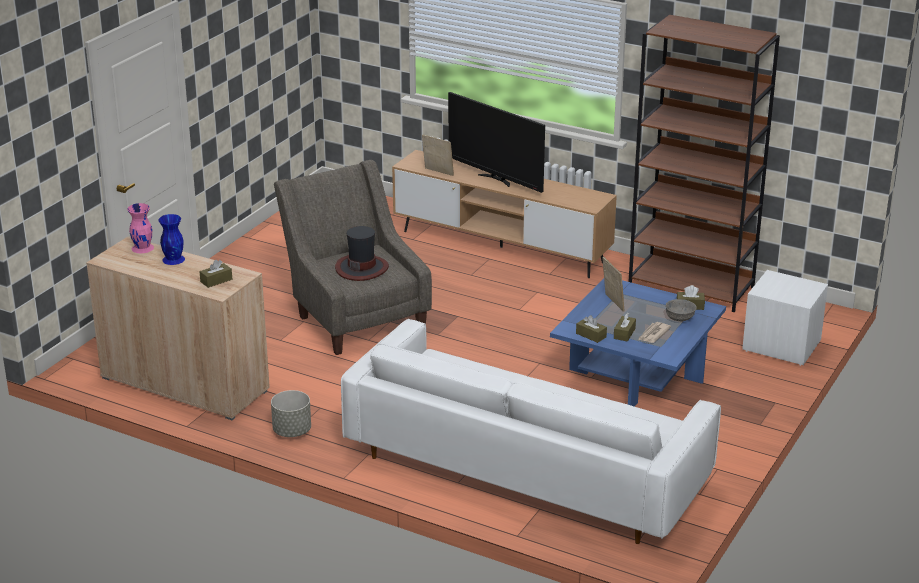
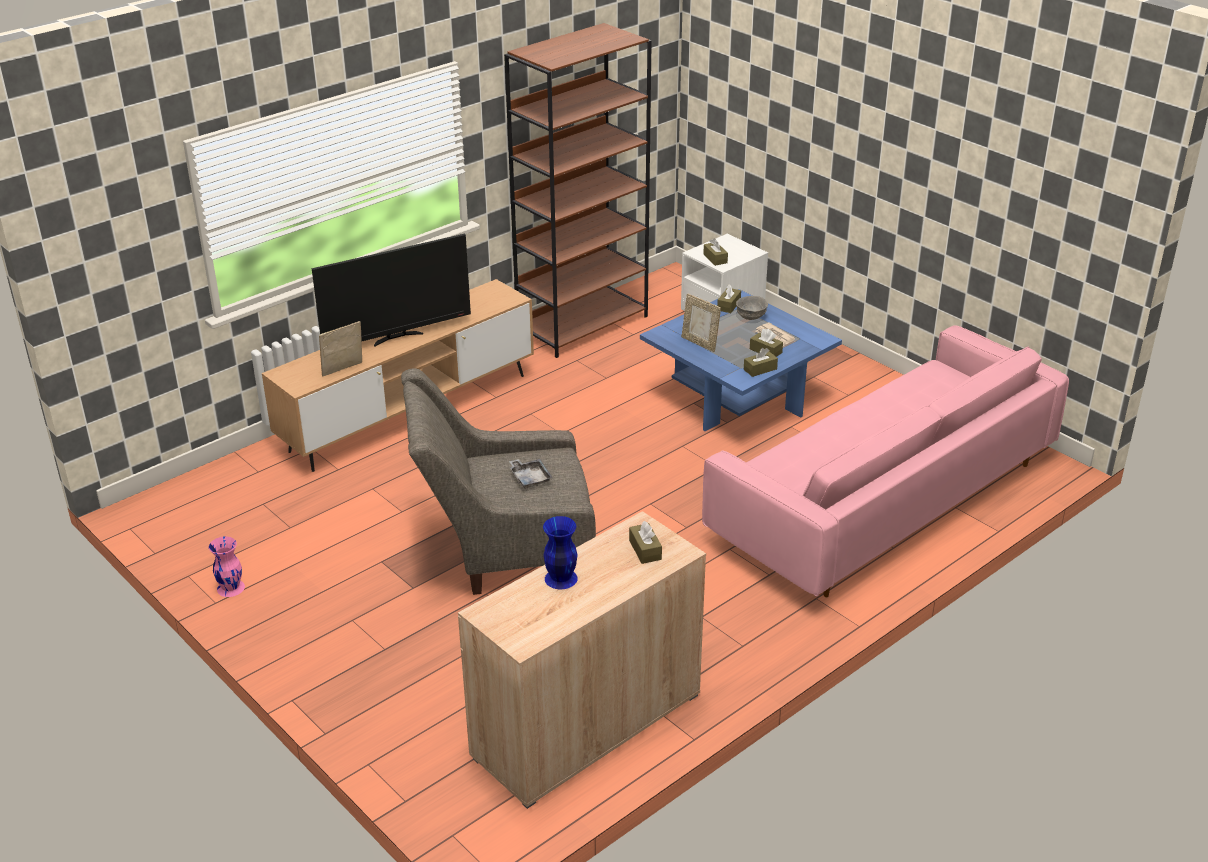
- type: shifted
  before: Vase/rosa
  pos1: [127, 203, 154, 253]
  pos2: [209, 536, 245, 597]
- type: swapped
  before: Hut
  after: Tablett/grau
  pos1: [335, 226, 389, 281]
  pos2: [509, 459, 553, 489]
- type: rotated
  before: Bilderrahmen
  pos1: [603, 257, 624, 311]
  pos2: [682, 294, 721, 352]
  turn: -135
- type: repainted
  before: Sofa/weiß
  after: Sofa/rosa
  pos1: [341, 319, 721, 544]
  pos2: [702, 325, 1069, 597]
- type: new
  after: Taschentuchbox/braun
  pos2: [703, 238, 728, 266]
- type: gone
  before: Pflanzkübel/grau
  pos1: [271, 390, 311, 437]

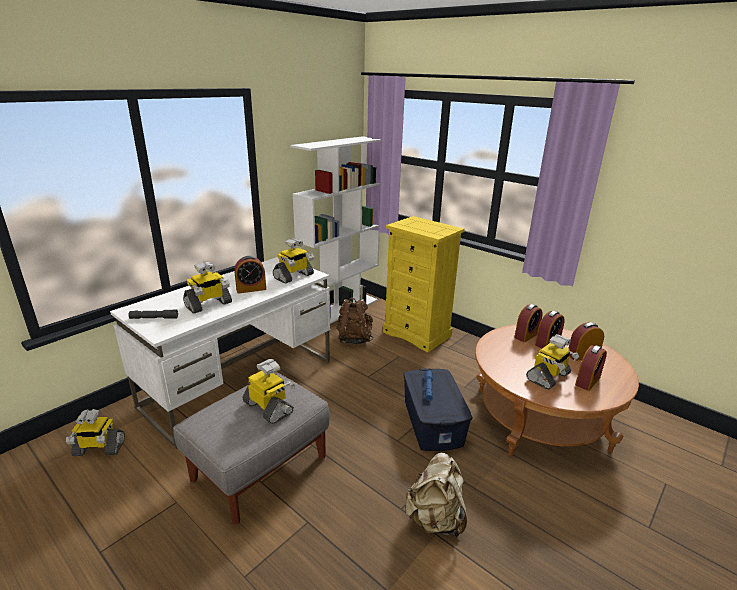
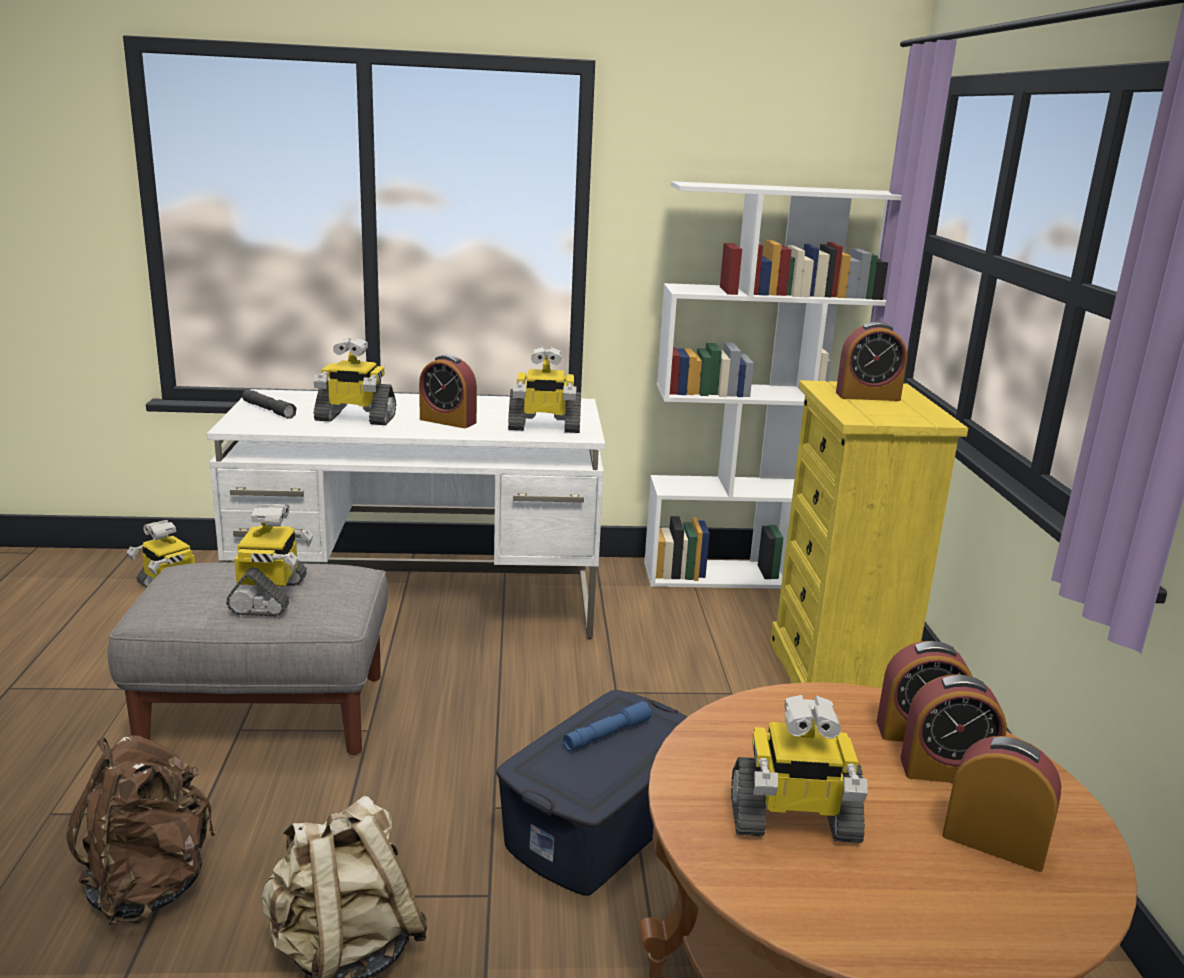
- type: shifted
  before: Rucksack/braun
  pos1: [337, 297, 373, 344]
  pos2: [66, 735, 215, 925]
- type: shifted
  before: Wecker
  pos1: [575, 345, 607, 391]
  pos2: [836, 322, 907, 401]

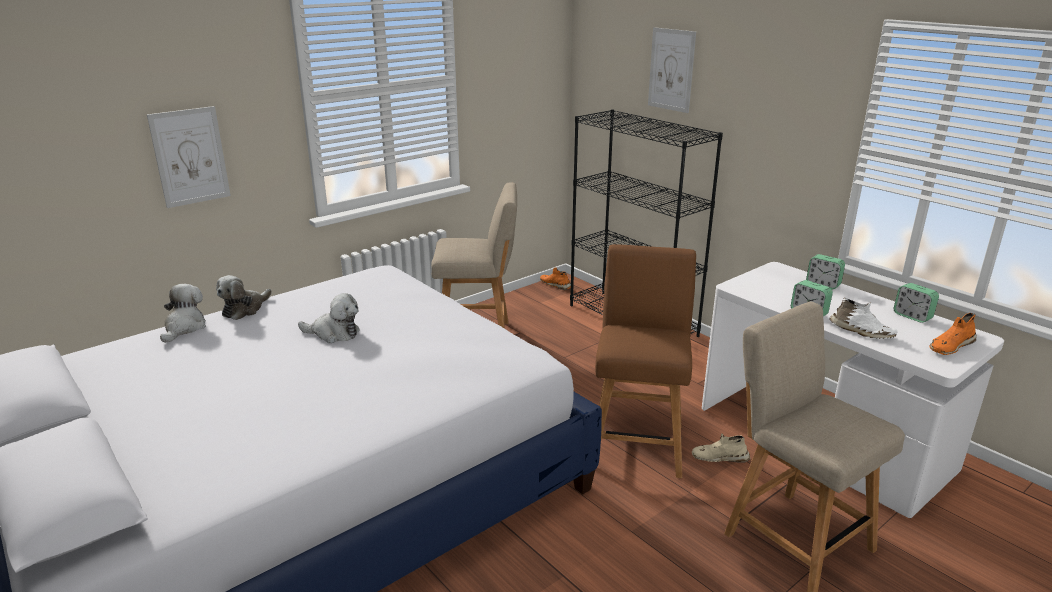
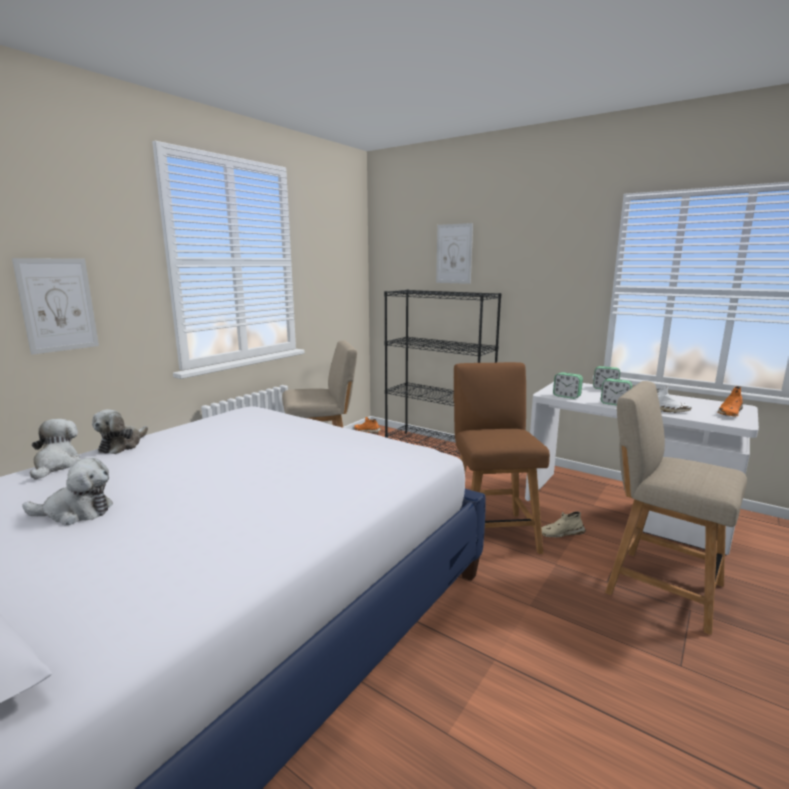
- type: shifted
  before: Plüschtier
  pos1: [298, 293, 360, 343]
  pos2: [22, 458, 113, 526]
- type: shifted
  before: Wecker
  pos1: [894, 283, 939, 323]
  pos2: [553, 372, 583, 399]

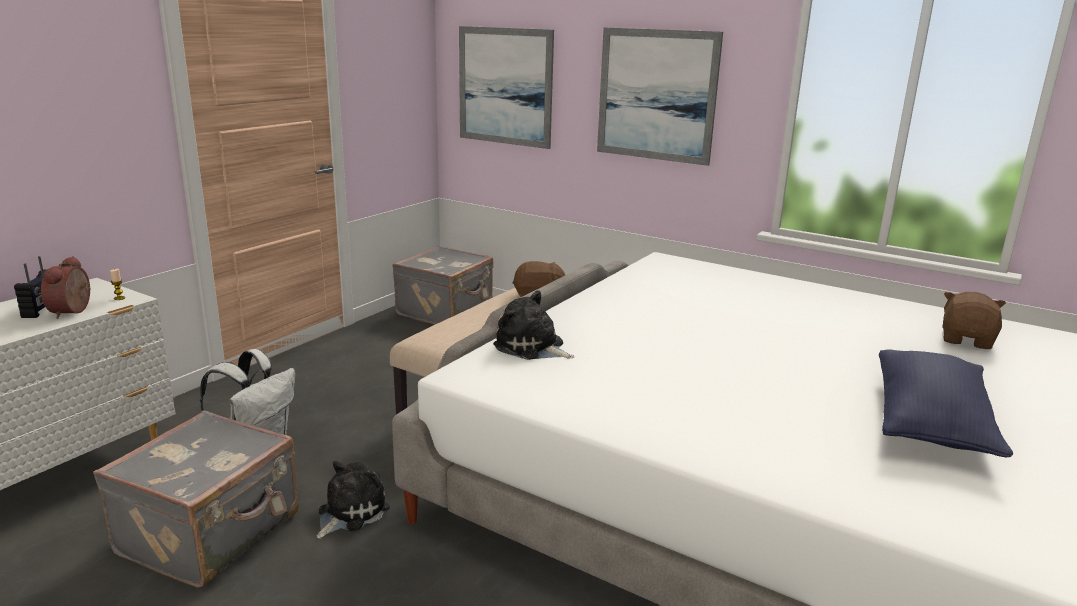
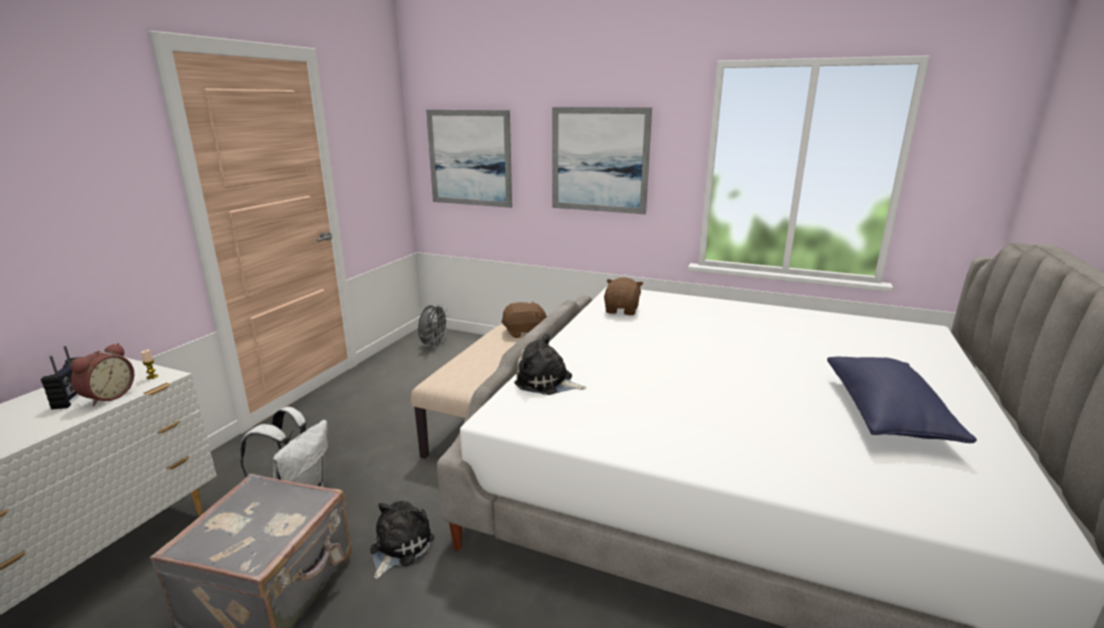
- type: rotated
  before: Wecker
  pos1: [41, 256, 91, 319]
  pos2: [70, 343, 134, 406]
  turn: -150
- type: swapped
  before: Koffer/grau
  after: Ventilator/grau
  pos1: [392, 246, 493, 324]
  pos2: [418, 304, 449, 348]
- type: shifted
  before: Plüschtier/braun
  pos1: [942, 292, 1006, 349]
  pos2: [604, 277, 644, 315]

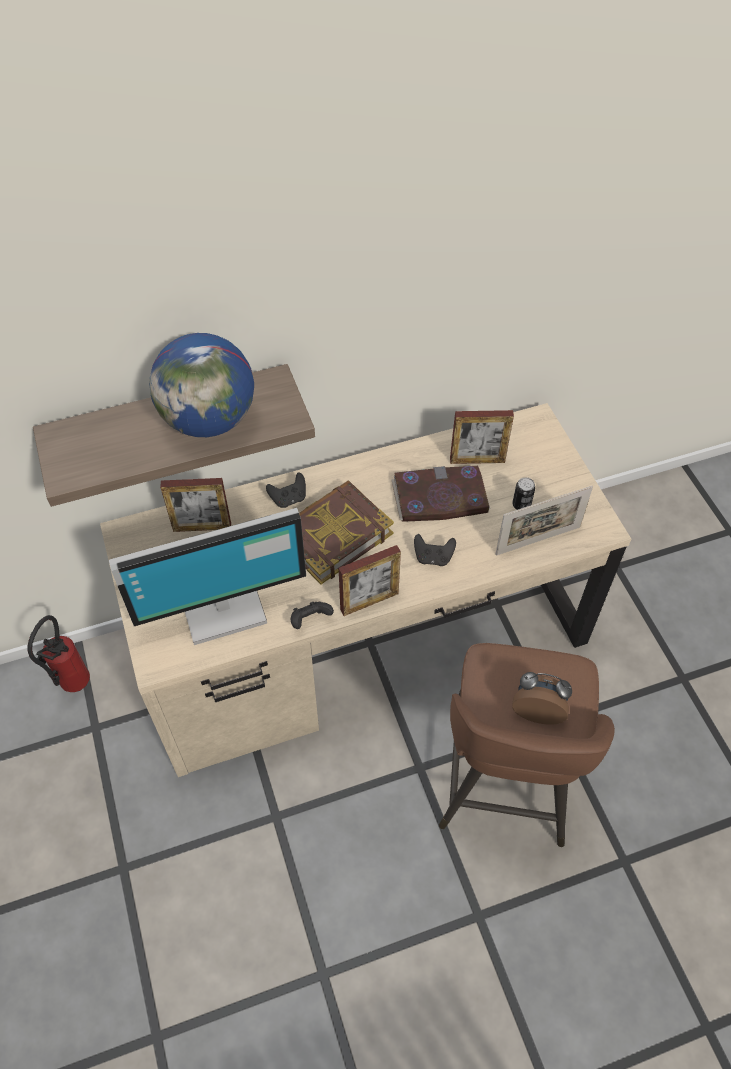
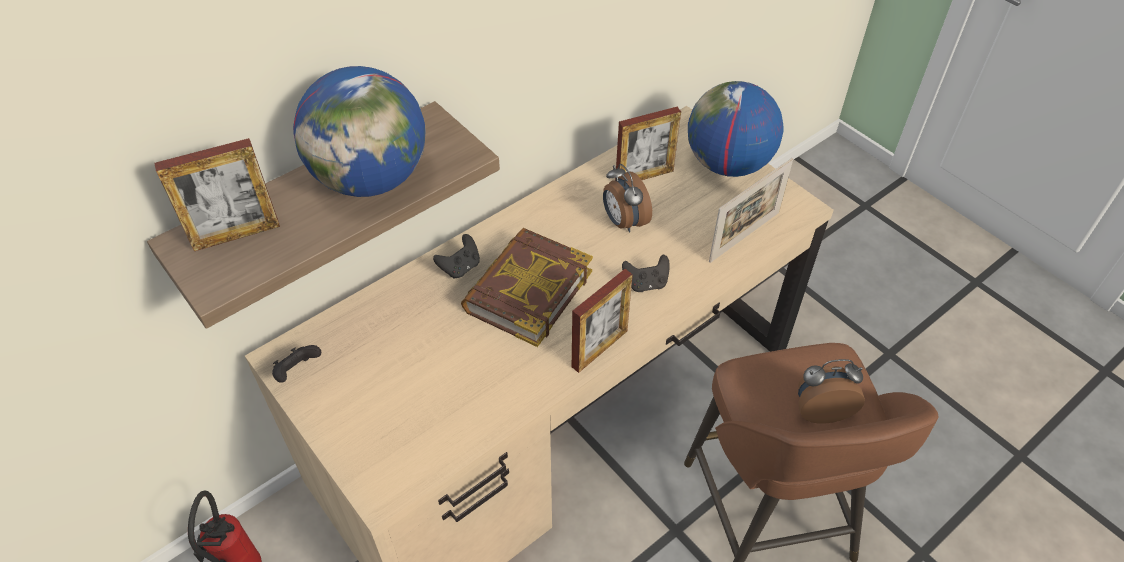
- type: shifted
  before: Bilderrahmen
  pos1: [160, 478, 231, 532]
  pos2: [154, 138, 280, 251]
- type: shifted
  before: Gamepad/schwarz
  pos1: [291, 602, 334, 629]
  pos2: [272, 345, 321, 383]
- type: swapped
  before: Buch
  after: Wecker
  pos1: [391, 466, 490, 522]
  pos2: [603, 164, 652, 233]
- type: new
  after: Globus
  pos2: [688, 81, 783, 177]
- type: gone
  before: Monitor
  pos1: [109, 508, 306, 645]
- type: gone
  before: Dose
  pos1: [512, 477, 535, 510]

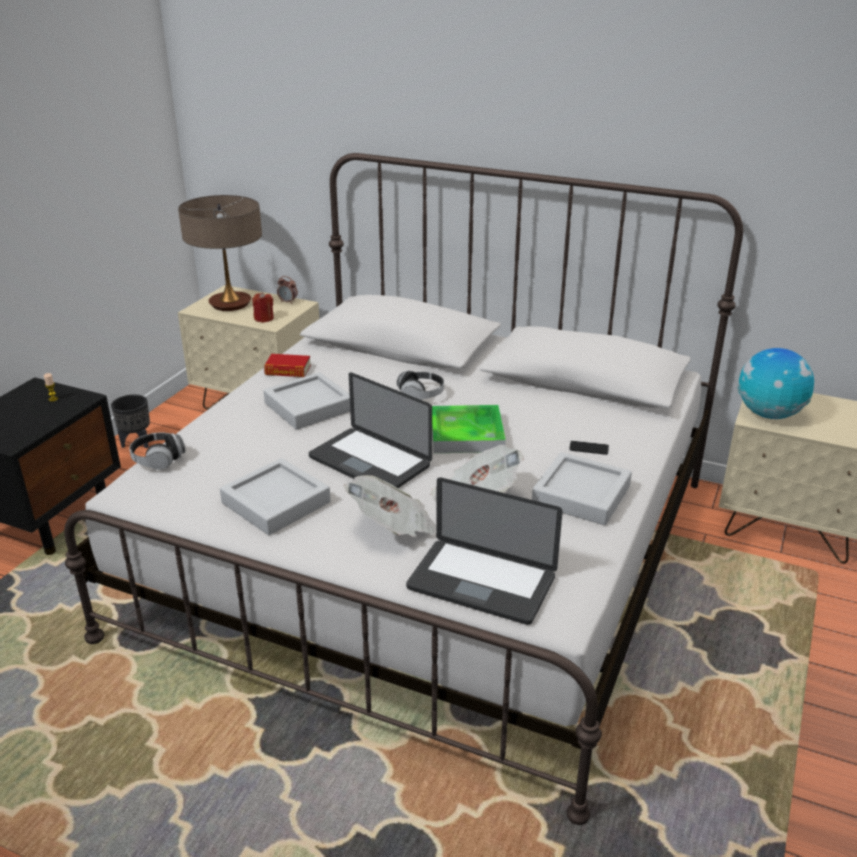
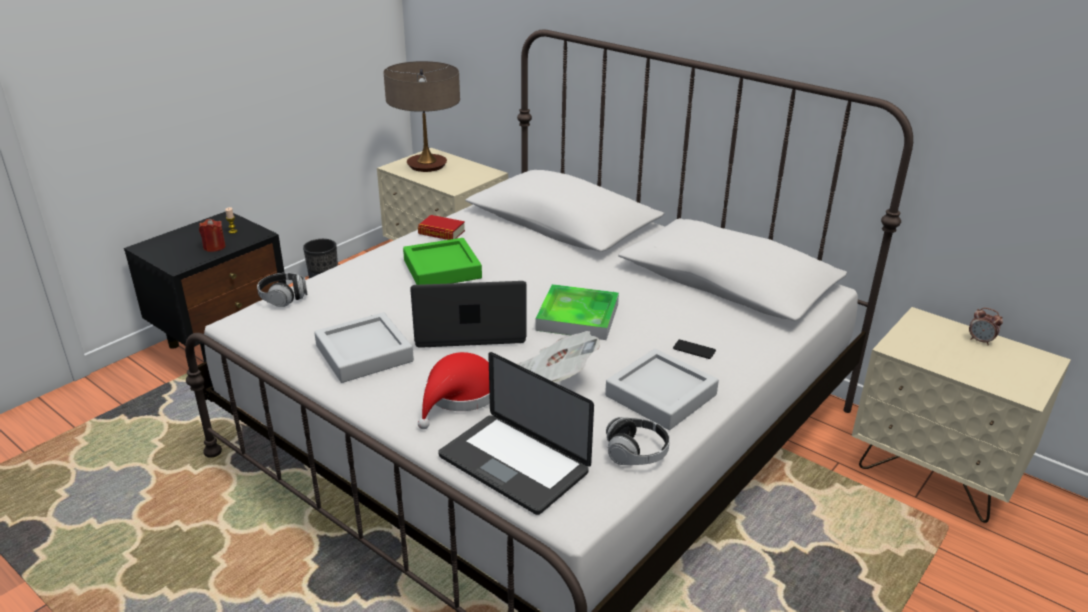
- type: shifted
  before: Kerze/rot
  pos1: [252, 292, 274, 323]
  pos2: [199, 219, 226, 252]
- type: repainted
  before: Tablett/grau
  after: Tablett/grün
  pos1: [264, 372, 350, 430]
  pos2: [403, 238, 482, 285]
- type: rotated
  before: Laptop
  pos1: [309, 372, 432, 488]
  pos2: [410, 281, 527, 348]
  turn: 120
- type: swapped
  before: Zeitung
  after: Hut/rot
  pos1: [344, 475, 436, 537]
  pos2: [418, 352, 490, 429]
- type: shifted
  before: Kopfhörer
  pos1: [397, 371, 444, 400]
  pos2: [606, 417, 670, 465]
- type: shifted
  before: Wecker
  pos1: [277, 276, 298, 303]
  pos2: [969, 308, 1003, 345]
- type: gone
  before: Globus
  pos1: [738, 348, 814, 419]

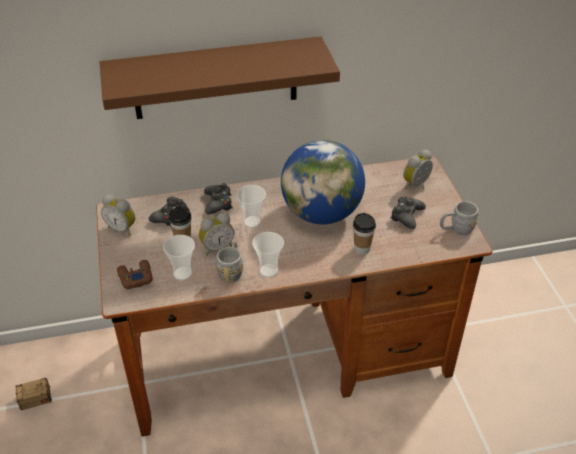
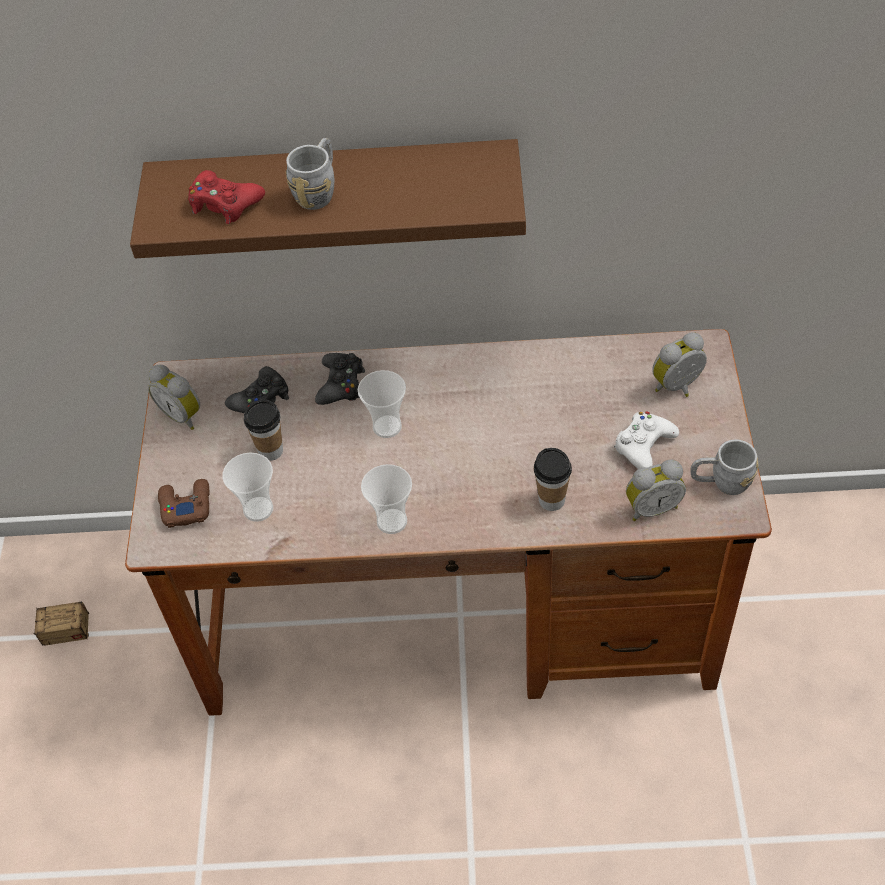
- type: new
  after: Gamepad/rot
  pos2: [188, 170, 265, 224]
- type: shifted
  before: Henkelbecher/grau
  pos1: [216, 242, 243, 283]
  pos2: [286, 138, 335, 210]
- type: repainted
  before: Gamepad/schwarz
  after: Gamepad/weiß
  pos1: [390, 196, 426, 229]
  pos2: [614, 412, 679, 469]
- type: shifted
  before: Wecker
  pos1: [199, 213, 234, 255]
  pos2: [626, 459, 686, 521]
- type: gone
  before: Globus
  pos1: [281, 140, 365, 224]

